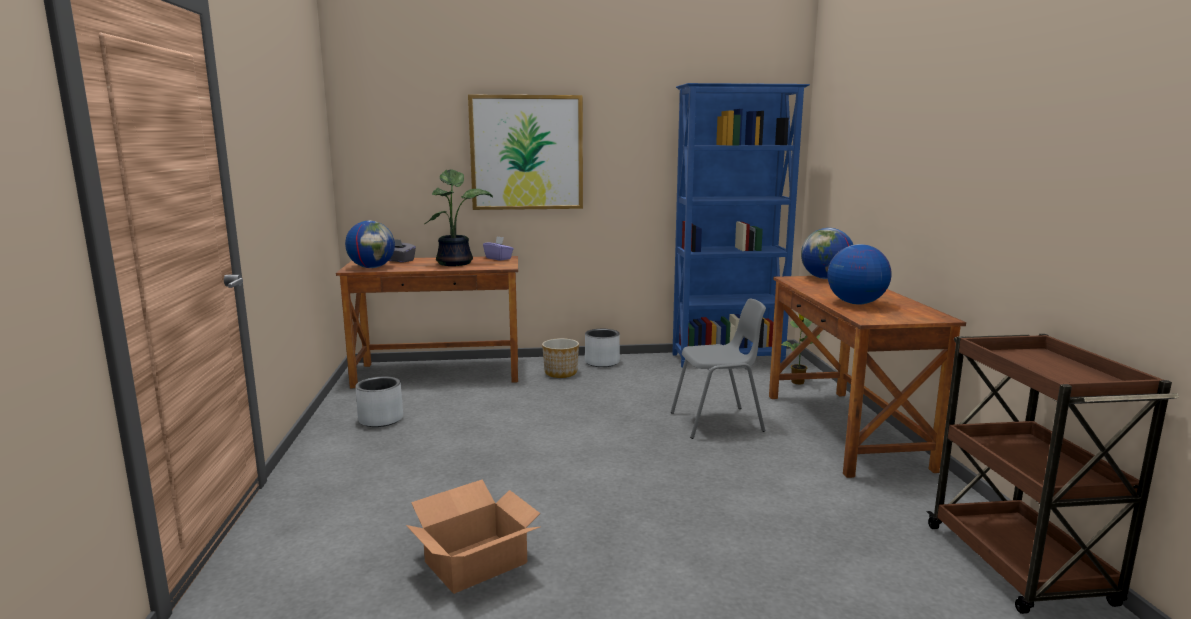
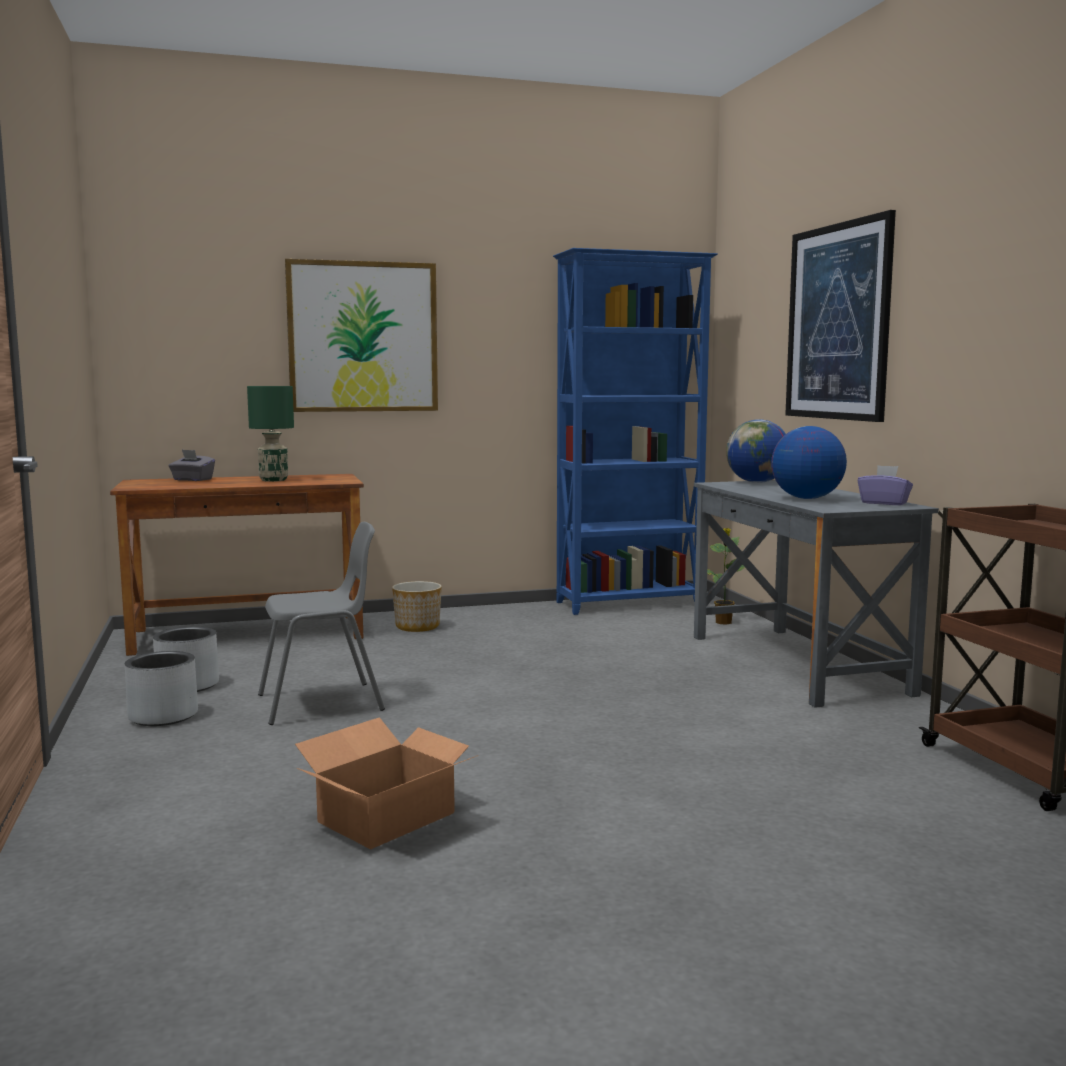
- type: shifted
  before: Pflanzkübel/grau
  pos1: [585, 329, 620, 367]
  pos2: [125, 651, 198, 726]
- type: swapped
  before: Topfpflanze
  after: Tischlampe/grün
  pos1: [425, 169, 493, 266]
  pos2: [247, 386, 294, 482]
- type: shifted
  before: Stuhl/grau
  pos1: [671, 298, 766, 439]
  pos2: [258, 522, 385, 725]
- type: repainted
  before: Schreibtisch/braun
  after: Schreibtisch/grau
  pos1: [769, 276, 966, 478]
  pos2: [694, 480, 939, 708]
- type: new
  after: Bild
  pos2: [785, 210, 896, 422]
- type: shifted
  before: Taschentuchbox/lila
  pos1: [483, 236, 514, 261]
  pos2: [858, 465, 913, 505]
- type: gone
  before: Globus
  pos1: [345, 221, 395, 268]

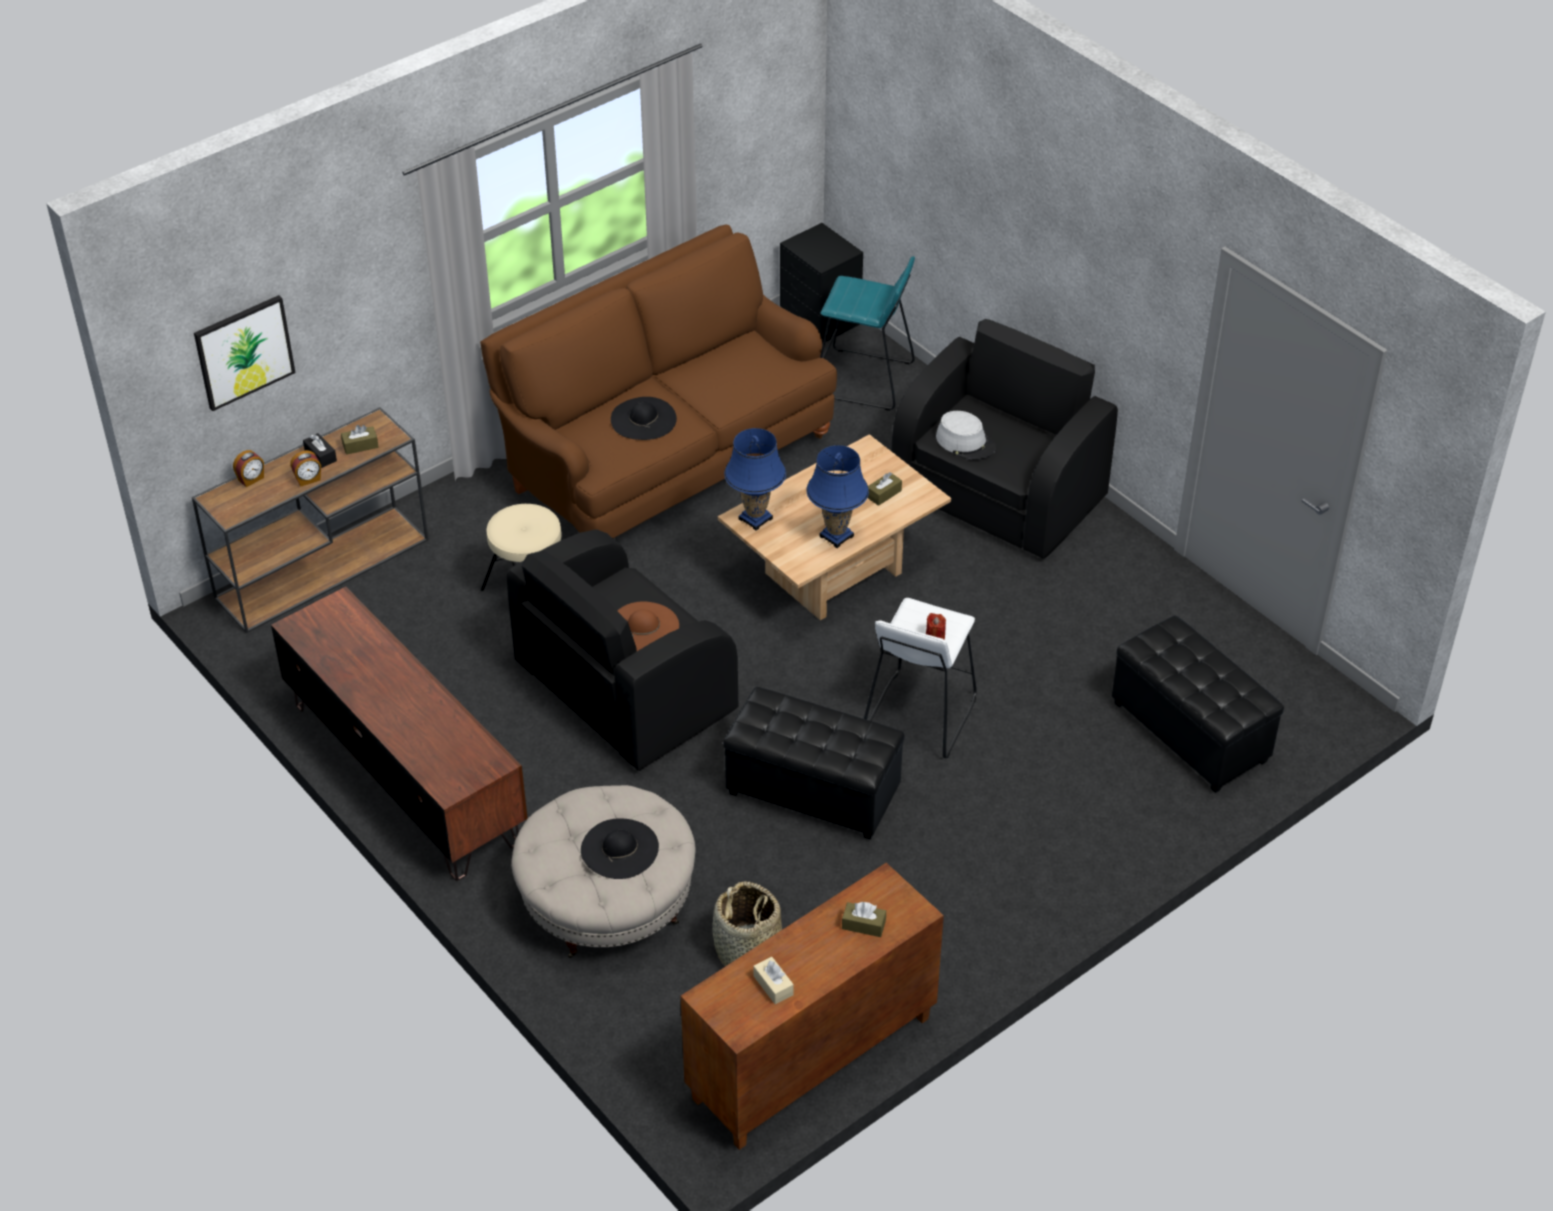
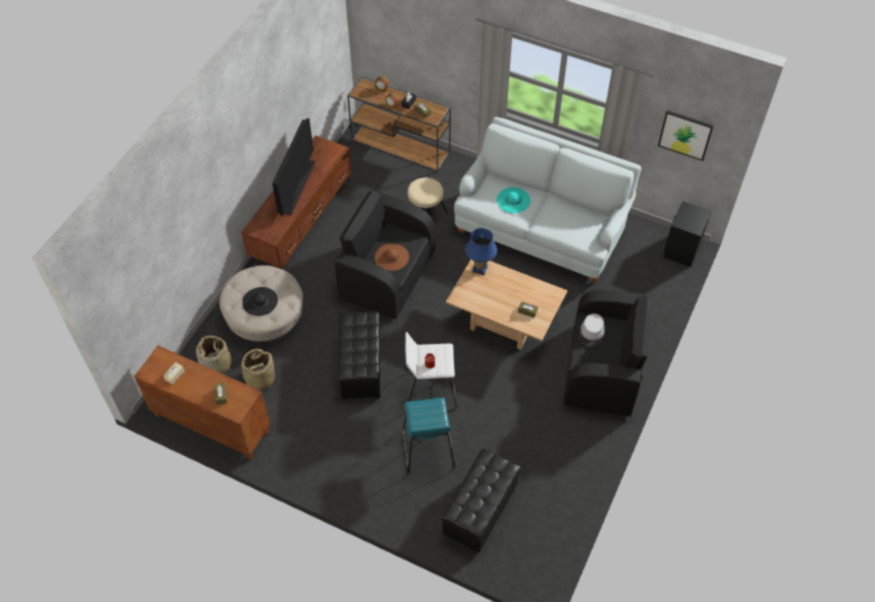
- type: new
  after: Korb
  pos2: [196, 336, 233, 374]
- type: new
  after: Fernseher
  pos2: [272, 118, 315, 216]
- type: shifted
  before: Hocker/türkis
  pos1: [820, 256, 915, 411]
  pos2: [402, 398, 455, 474]
- type: repainted
  before: Sofa/braun
  after: Sofa/weiß
  pos1: [480, 225, 837, 538]
  pos2: [454, 117, 641, 283]
- type: repainted
  before: Hut/schwarz
  after: Hut/türkis
  pos1: [611, 397, 677, 440]
  pos2: [497, 187, 531, 213]
- type: shifted
  before: Bild
  pos1: [194, 295, 296, 411]
  pos2: [658, 110, 714, 161]
- type: gone
  before: Tischlampe/blau
  pos1: [807, 445, 869, 548]

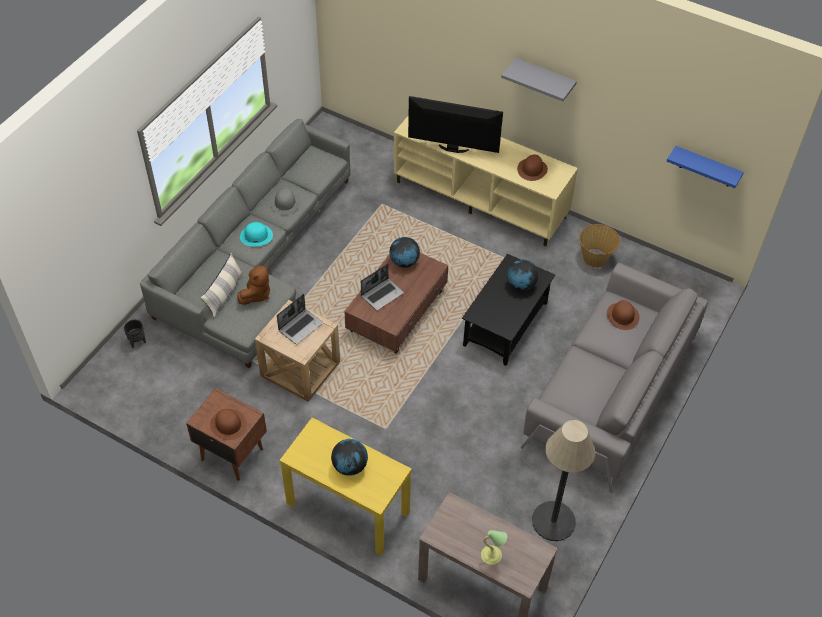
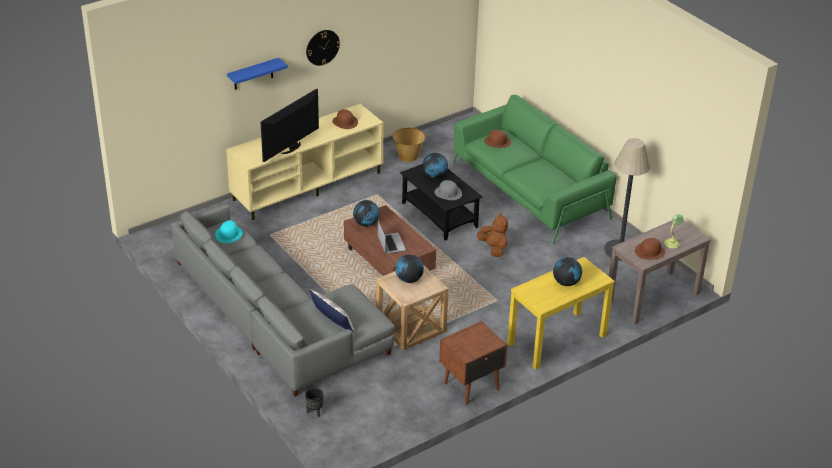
- type: shifted
  before: Hut/türkis
  pos1: [240, 222, 273, 246]
  pos2: [215, 220, 243, 243]
- type: shifted
  before: Wandregal/blau
  pos1: [667, 146, 744, 188]
  pos2: [227, 58, 288, 90]
- type: swapped
  before: Wandregal/grau
  after: Wanduhr
  pos1: [501, 58, 577, 101]
  pos2: [306, 30, 340, 66]
- type: swapped
  before: Laptop
  after: Globus
  pos1: [277, 294, 323, 344]
  pos2: [395, 254, 424, 283]
- type: shifted
  before: Hut/grau
  pos1: [270, 188, 300, 215]
  pos2: [434, 180, 462, 200]
- type: repainted
  before: Sofa/grau
  after: Sofa/grün
  pos1: [520, 263, 708, 493]
  pos2: [452, 95, 617, 245]
- type: shifted
  before: Plüschtier/braun
  pos1: [237, 266, 270, 305]
  pos2: [477, 213, 508, 257]
- type: shifted
  before: Hut/braun
  pos1: [210, 409, 247, 440]
  pos2: [635, 238, 665, 260]

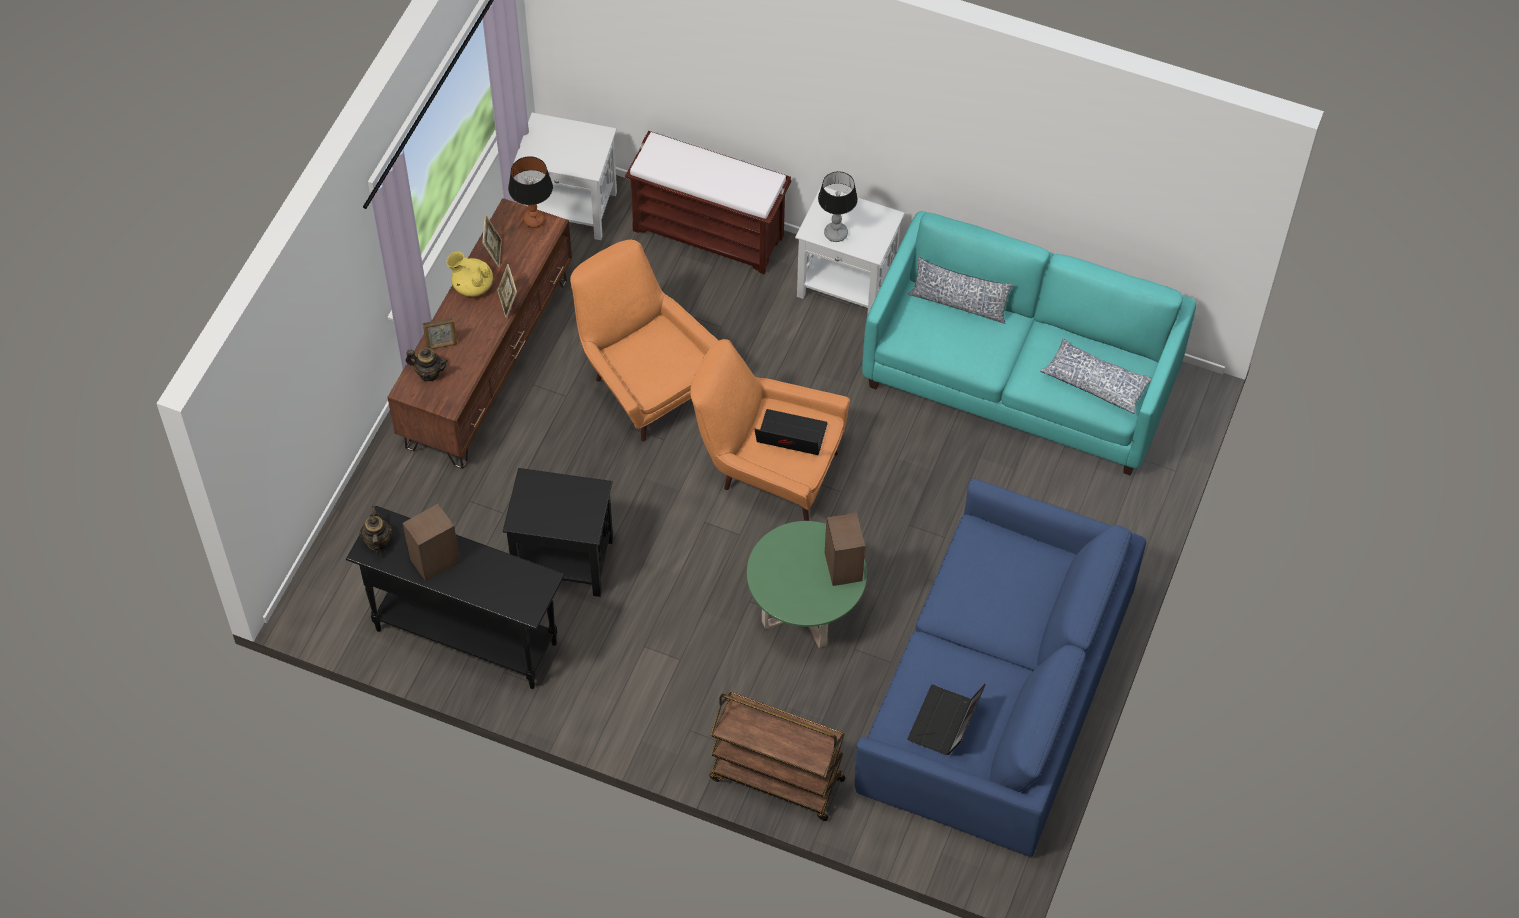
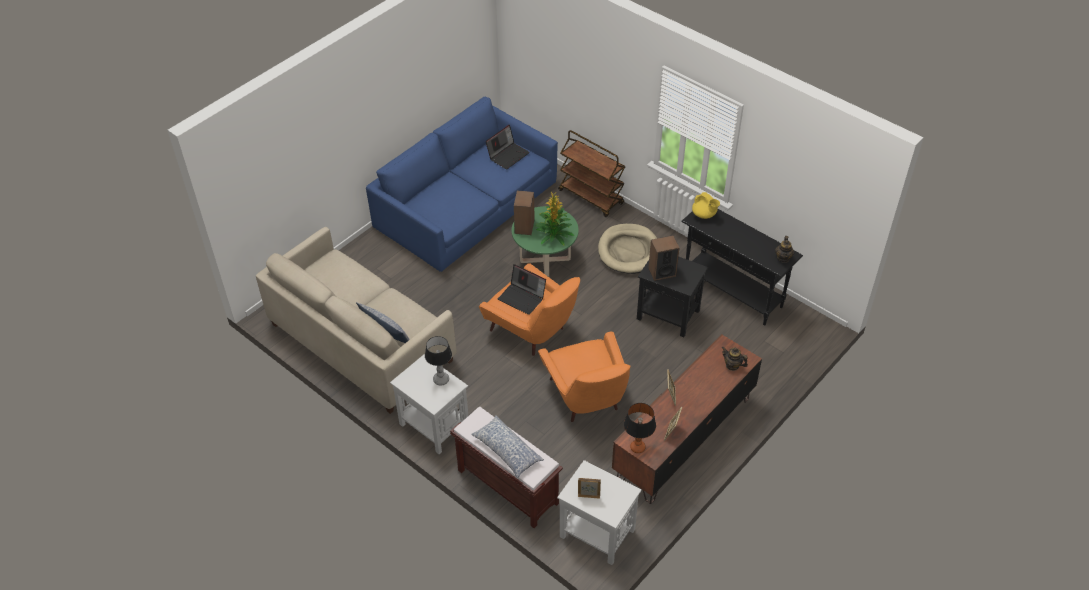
- type: repainted
  before: Sofa/türkis
  after: Sofa/beige
  pos1: [862, 211, 1196, 476]
  pos2: [256, 227, 456, 414]
- type: shifted
  before: Kissen
  pos1: [1040, 338, 1152, 414]
  pos2: [471, 416, 544, 478]
- type: new
  after: Topfpflanze
  pos2: [535, 192, 574, 246]
- type: shifted
  before: Bilderrahmen
  pos1: [423, 318, 457, 349]
  pos2: [578, 478, 601, 499]
- type: new
  after: Hundebett/beige
  pos2: [598, 224, 657, 274]
- type: shifted
  before: Lautsprecher
  pos1: [403, 504, 460, 582]
  pos2: [648, 235, 679, 281]
- type: shifted
  before: Teekanne/gelb
  pos1: [446, 251, 493, 297]
  pos2: [692, 192, 720, 219]

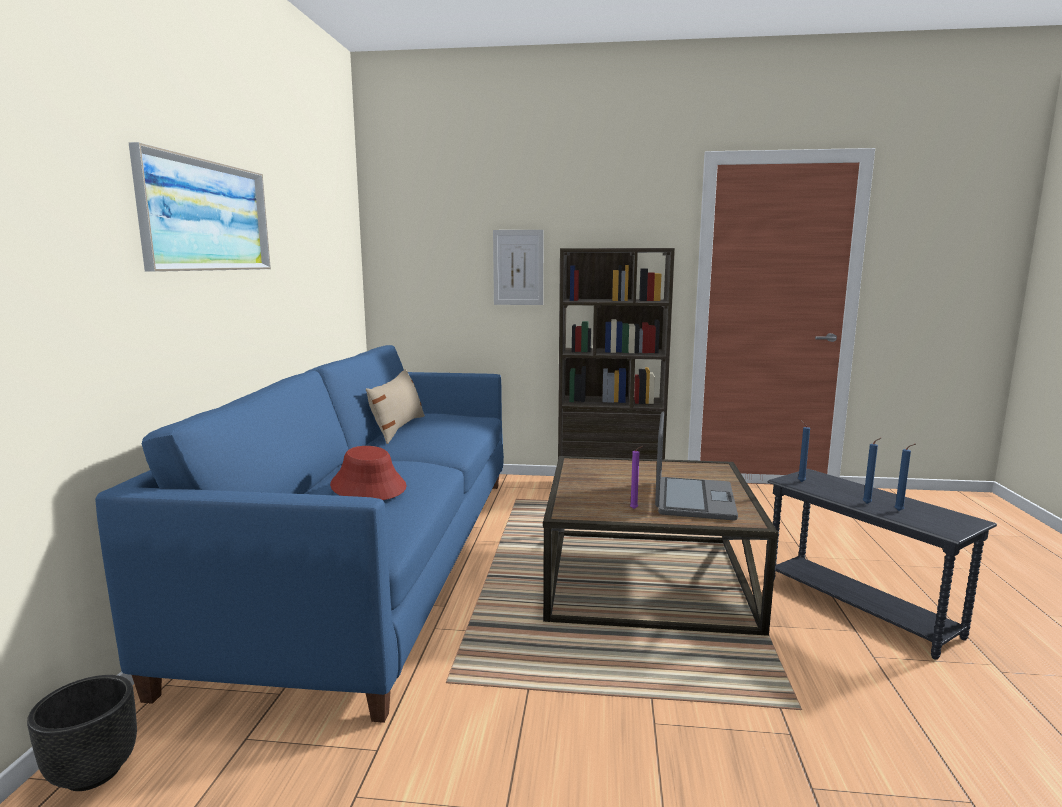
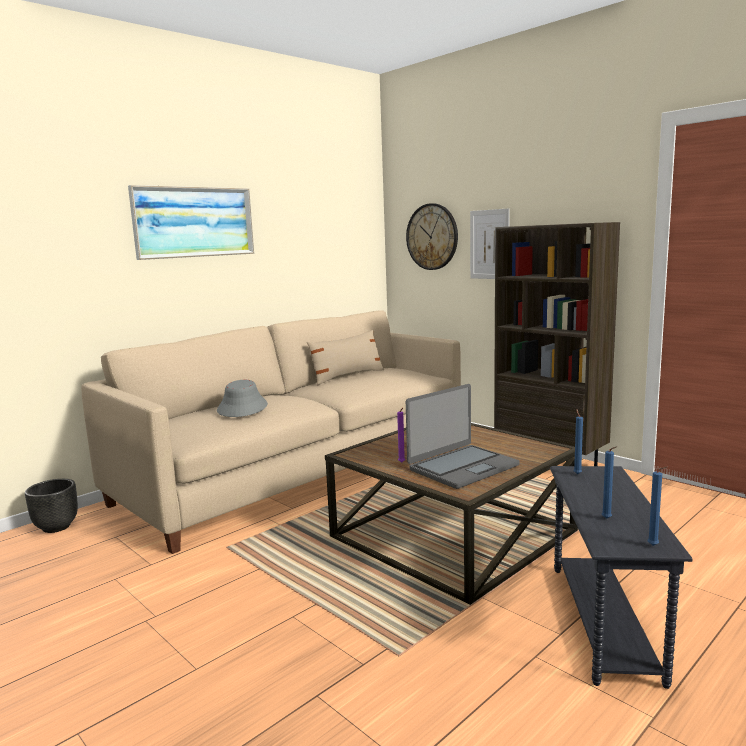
- type: repainted
  before: Sofa/blau
  after: Sofa/beige
  pos1: [95, 345, 504, 723]
  pos2: [81, 310, 461, 554]
- type: repainted
  before: Hut/rot
  after: Hut/grau
  pos1: [330, 446, 406, 500]
  pos2: [217, 380, 268, 417]
- type: new
  after: Wanduhr
  pos2: [406, 203, 458, 270]
- type: shifted
  before: Kerze/blau
  pos1: [862, 438, 881, 504]
  pos2: [648, 466, 668, 546]

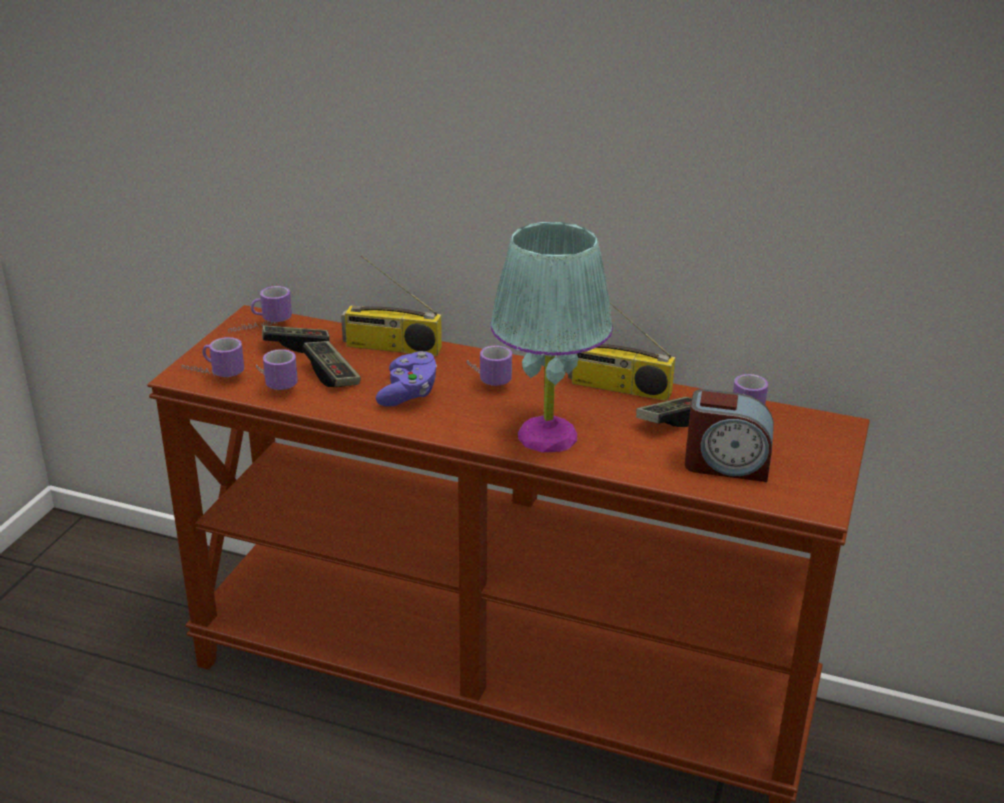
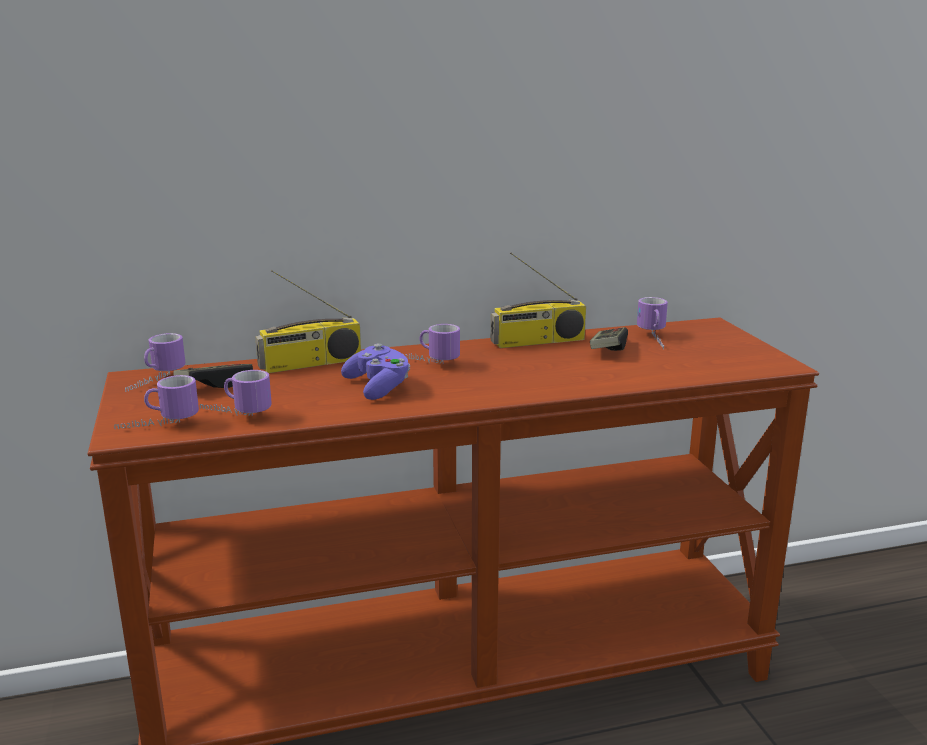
- type: gone
  before: Gamepad
  pos1: [302, 341, 361, 387]
- type: gone
  before: Tischlampe/türkis
  pos1: [491, 222, 613, 453]
- type: gone
  before: Wecker
  pos1: [685, 389, 774, 482]

